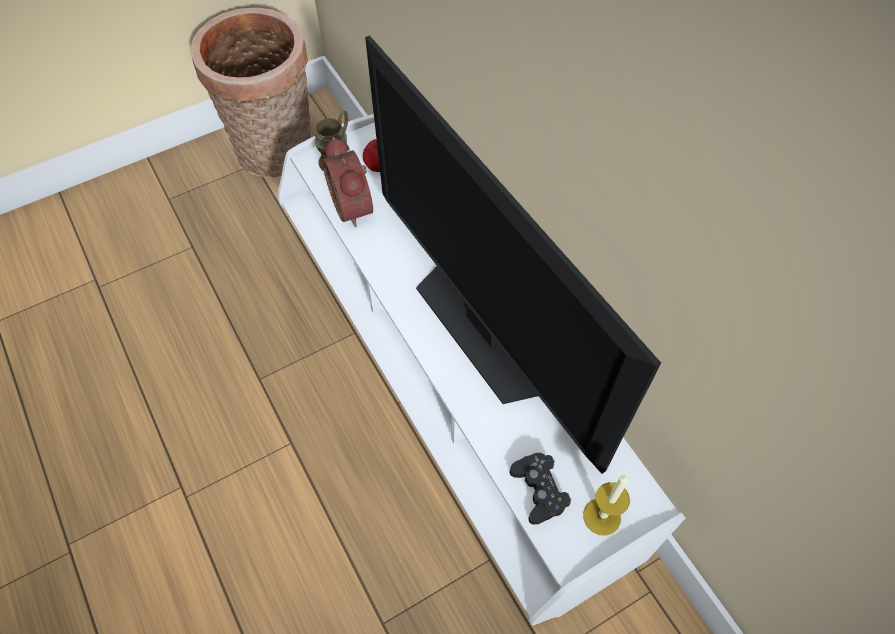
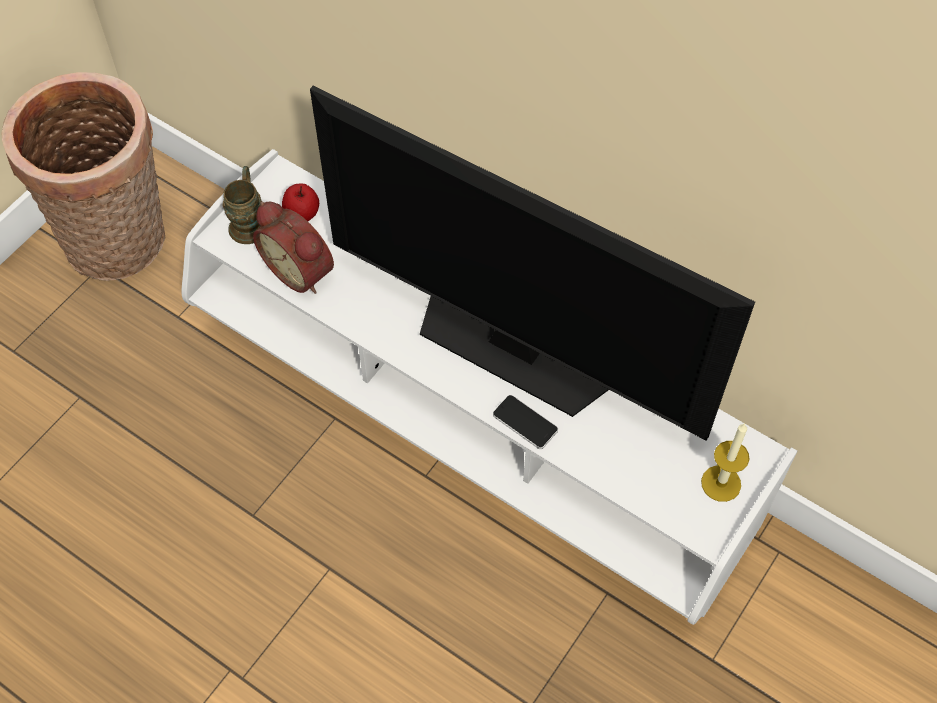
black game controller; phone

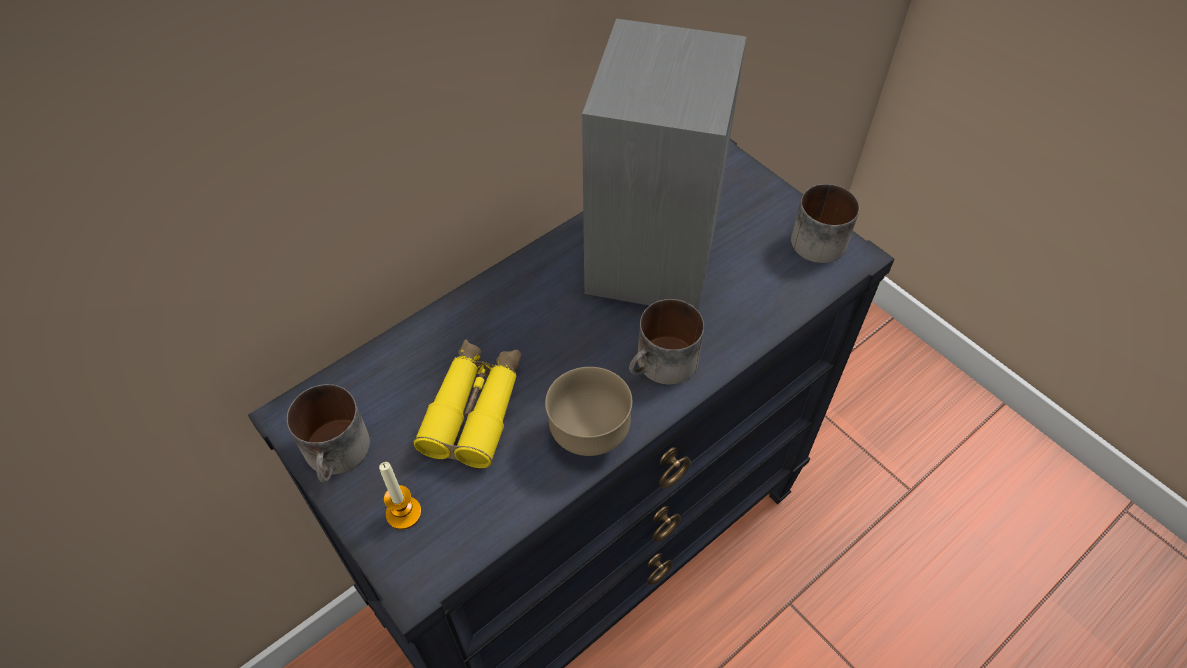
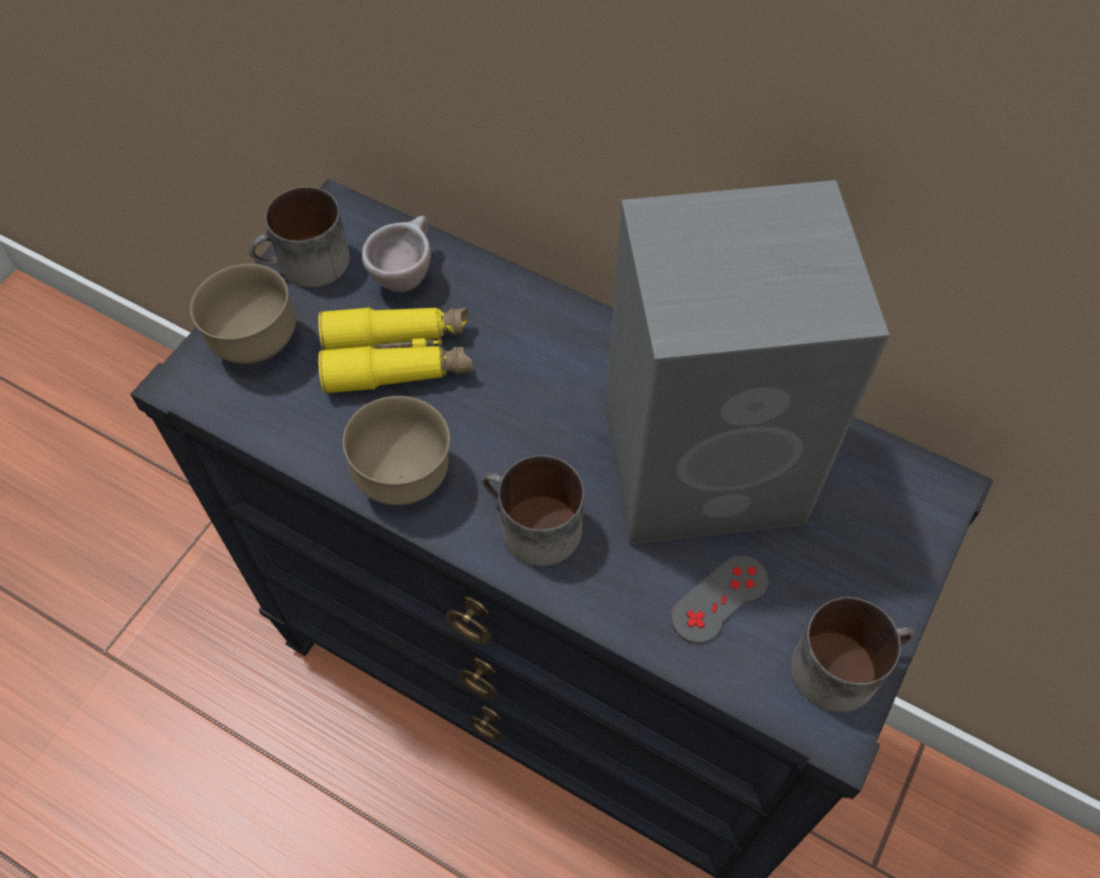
beige cup; grey game controller; brown bowl (no. 1 from left)

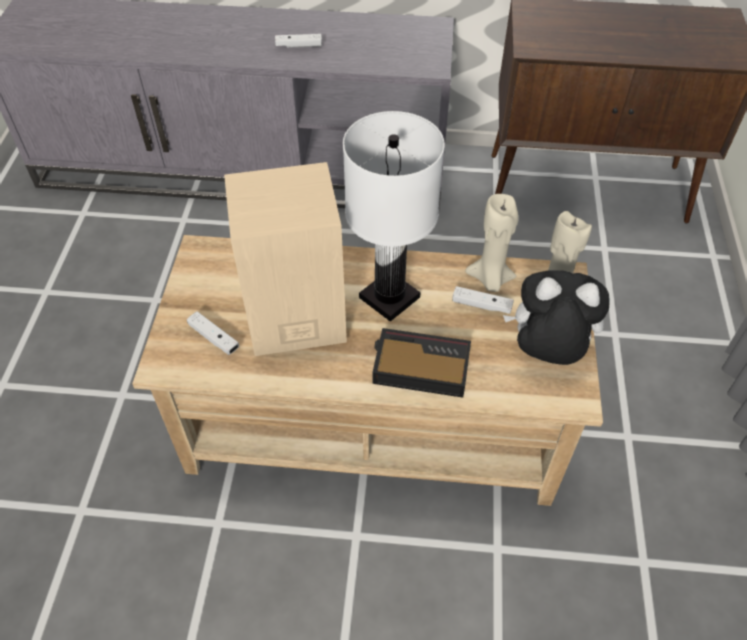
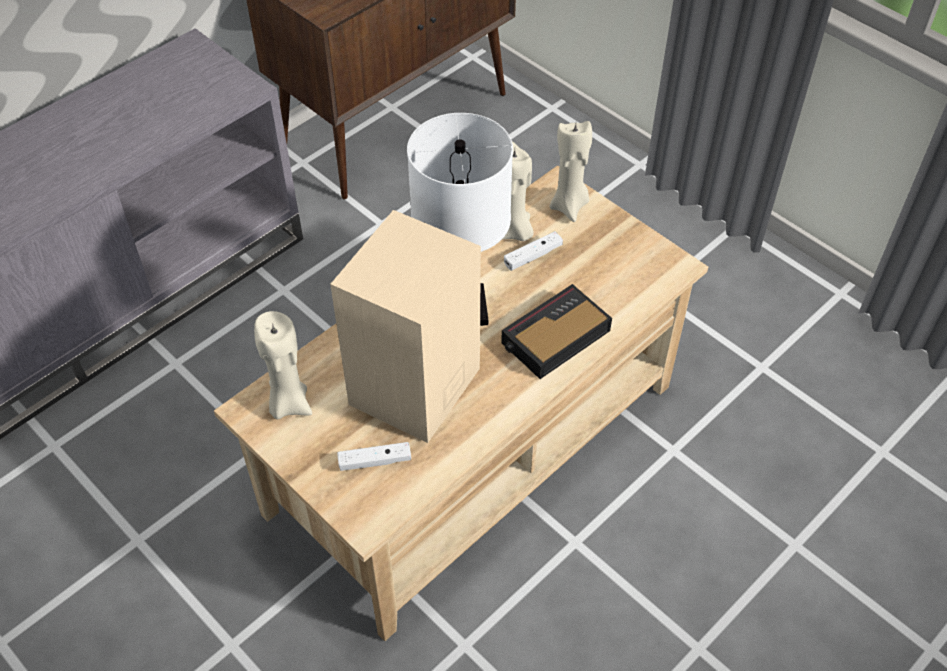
white game controller (no. 2 from left in the first image); plush toy; beige candle (no. 1 from left)

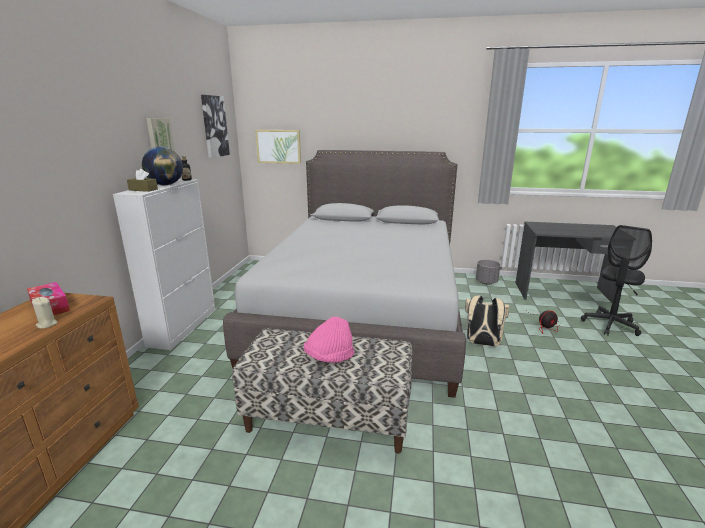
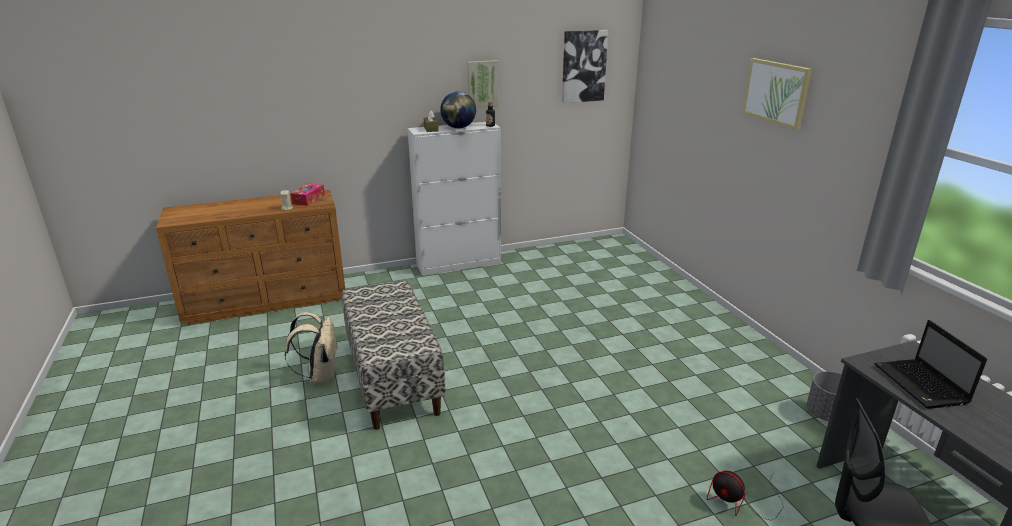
grey bed; pink hat; laptop; picture (no. 3 from left); beige backpack

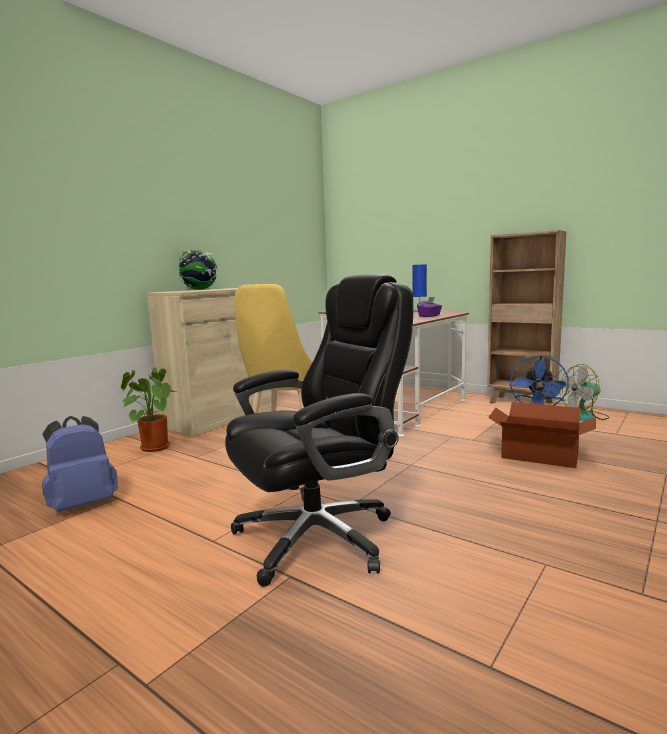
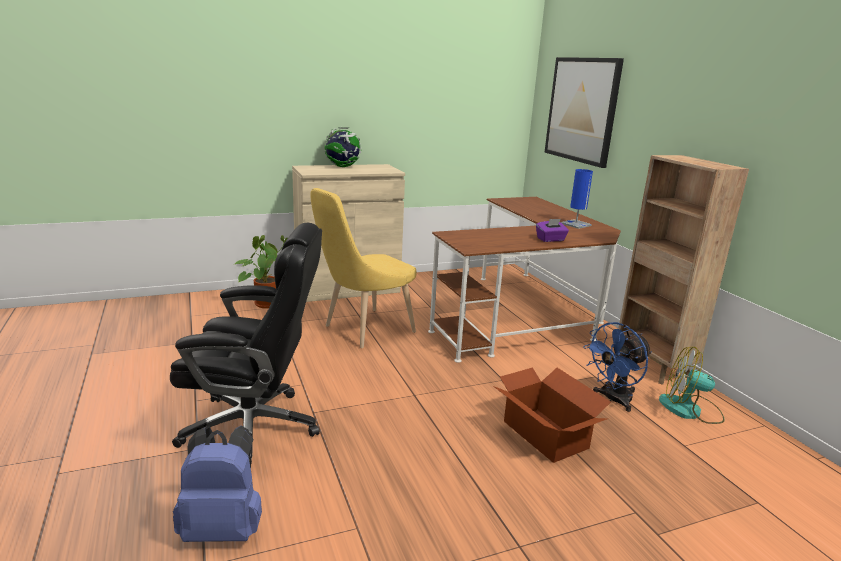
picture; blue backpack

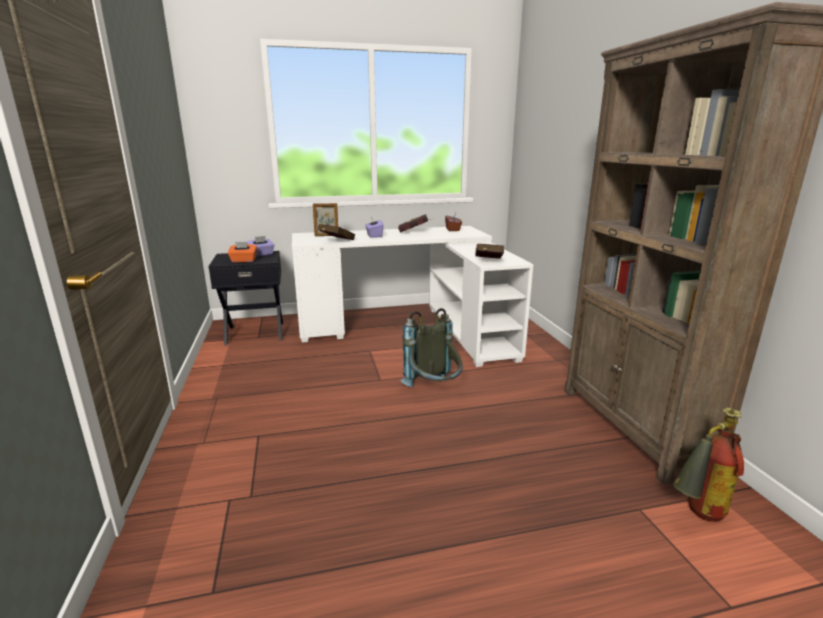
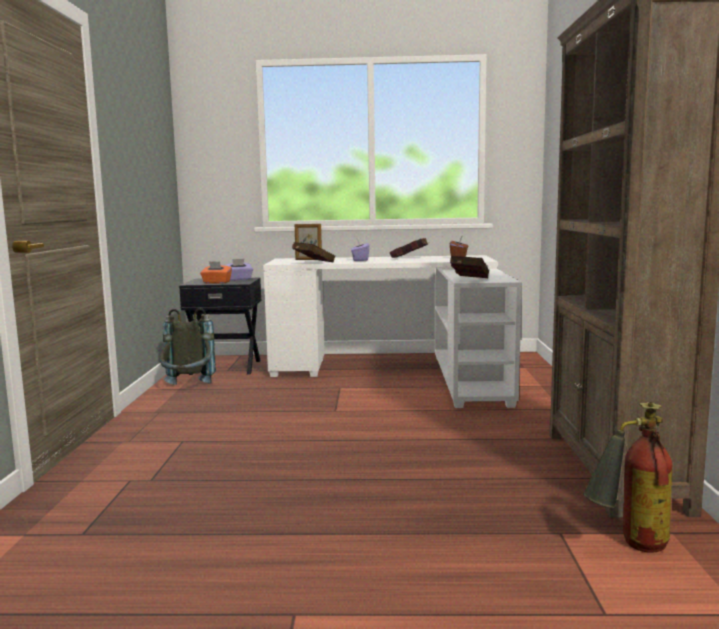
grey backpack

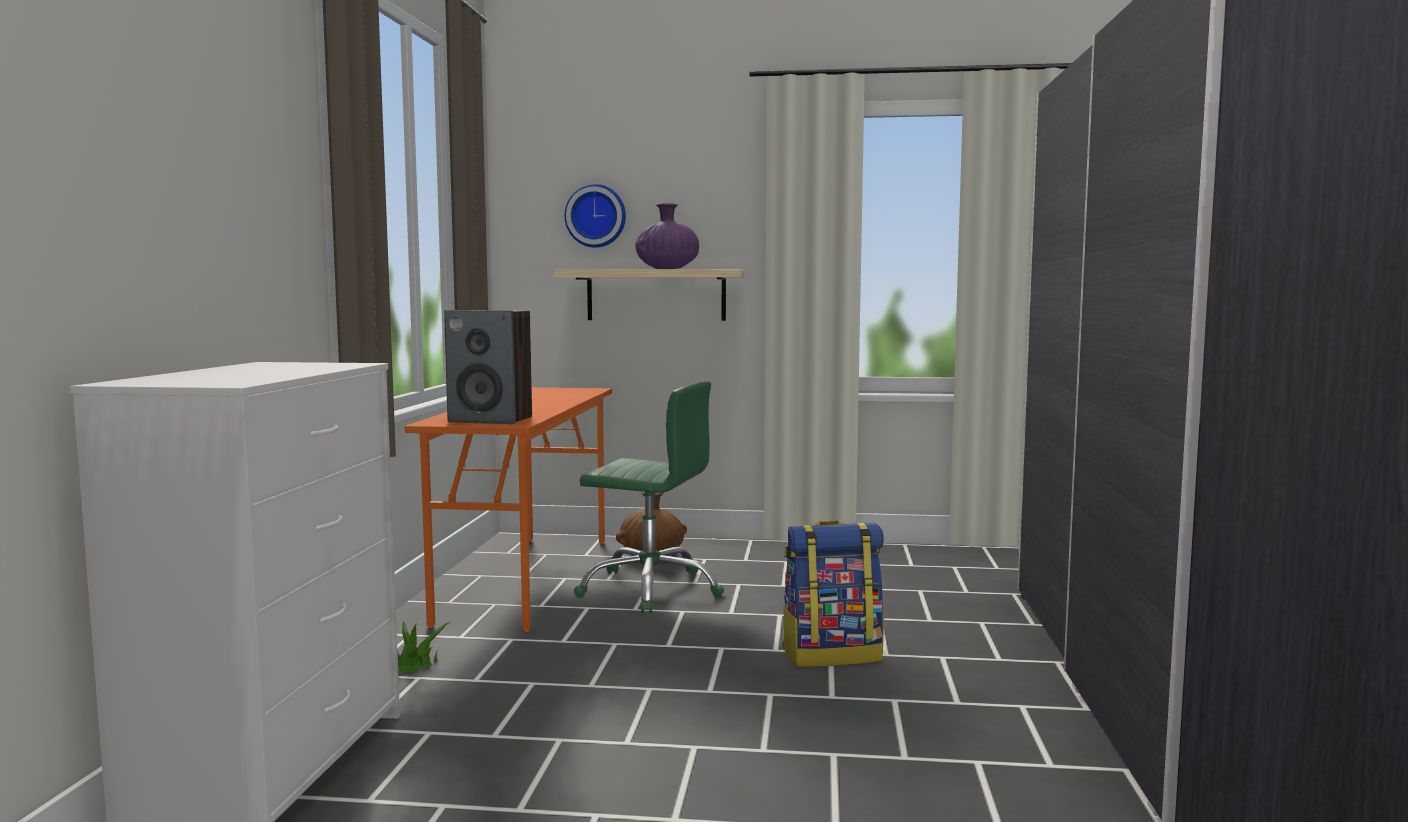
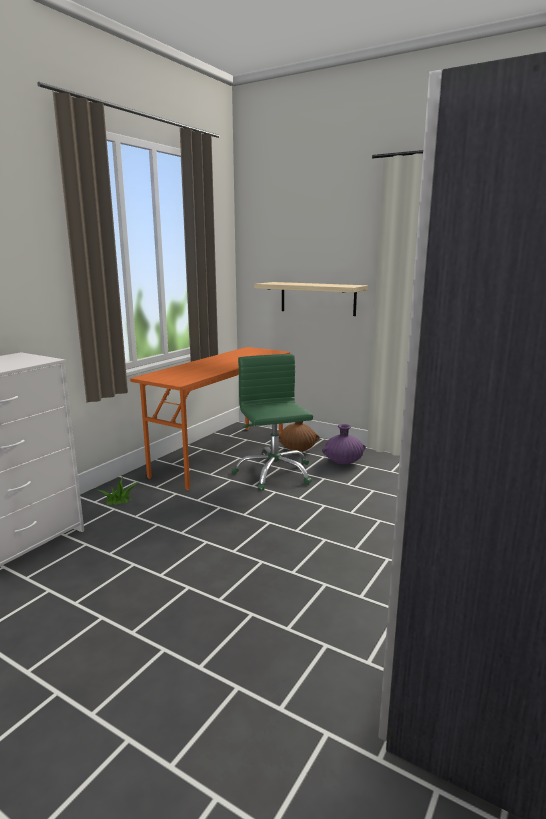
speaker; wall clock; backpack; purple vase; green office chair

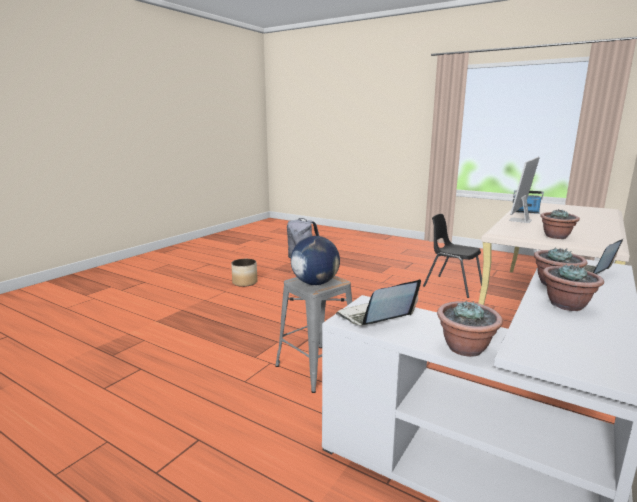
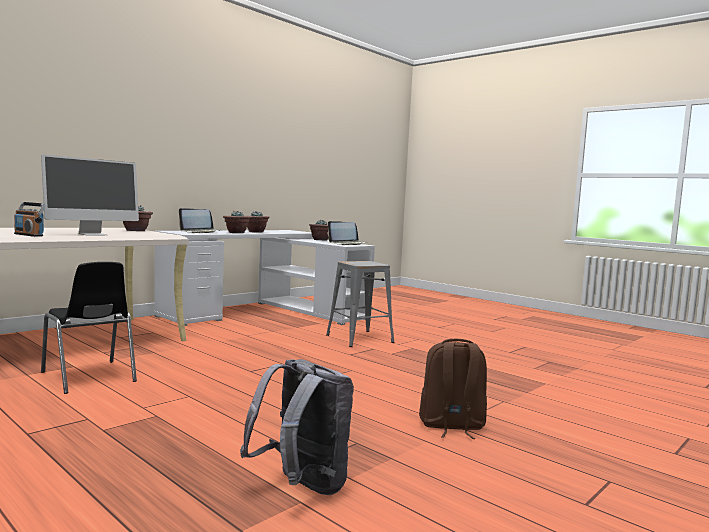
globe; brown backpack

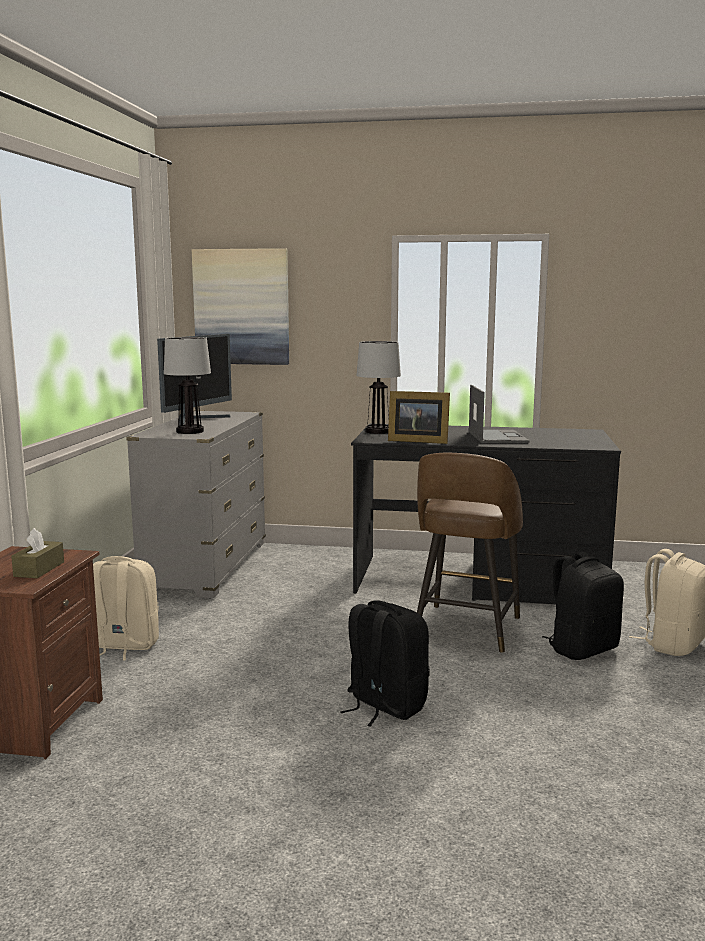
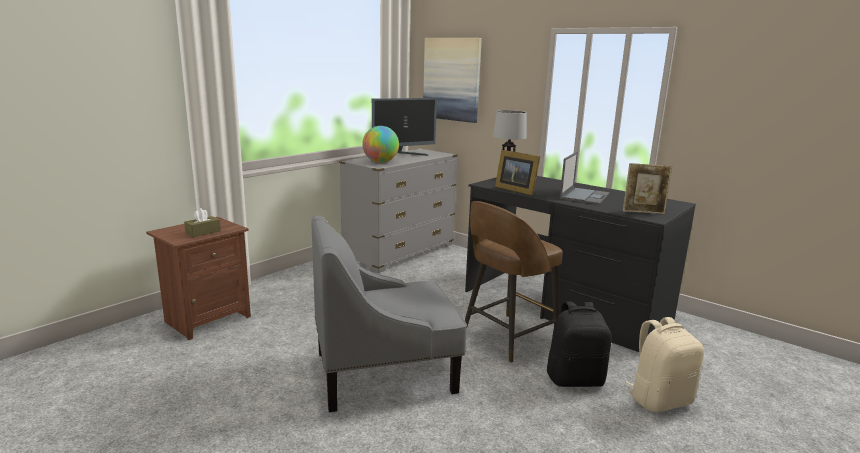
beige backpack (no. 1 from left in the first image); picture frame (no. 2 from left); globe; grey armchair

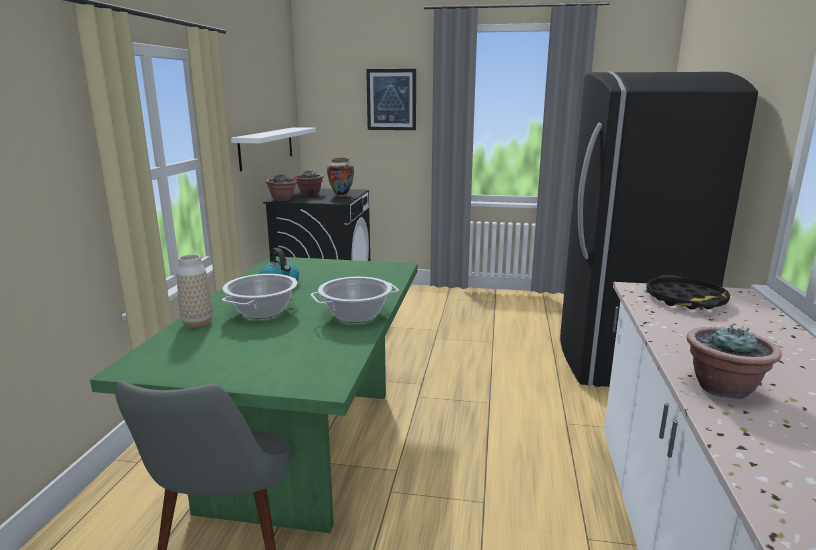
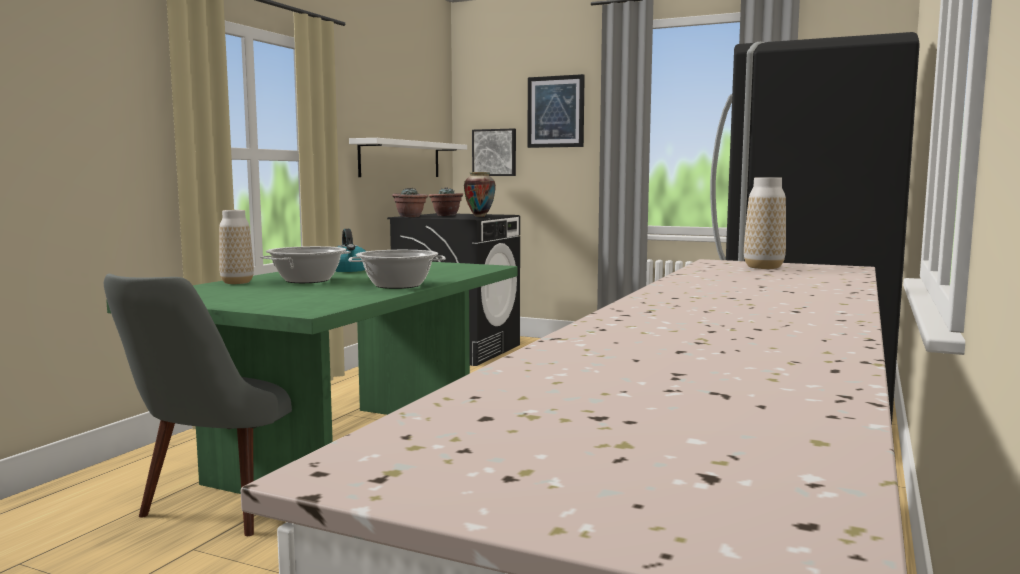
potted plant (no. 3 from left in the first image); picture (no. 1 from left); vase (no. 3 from left)

